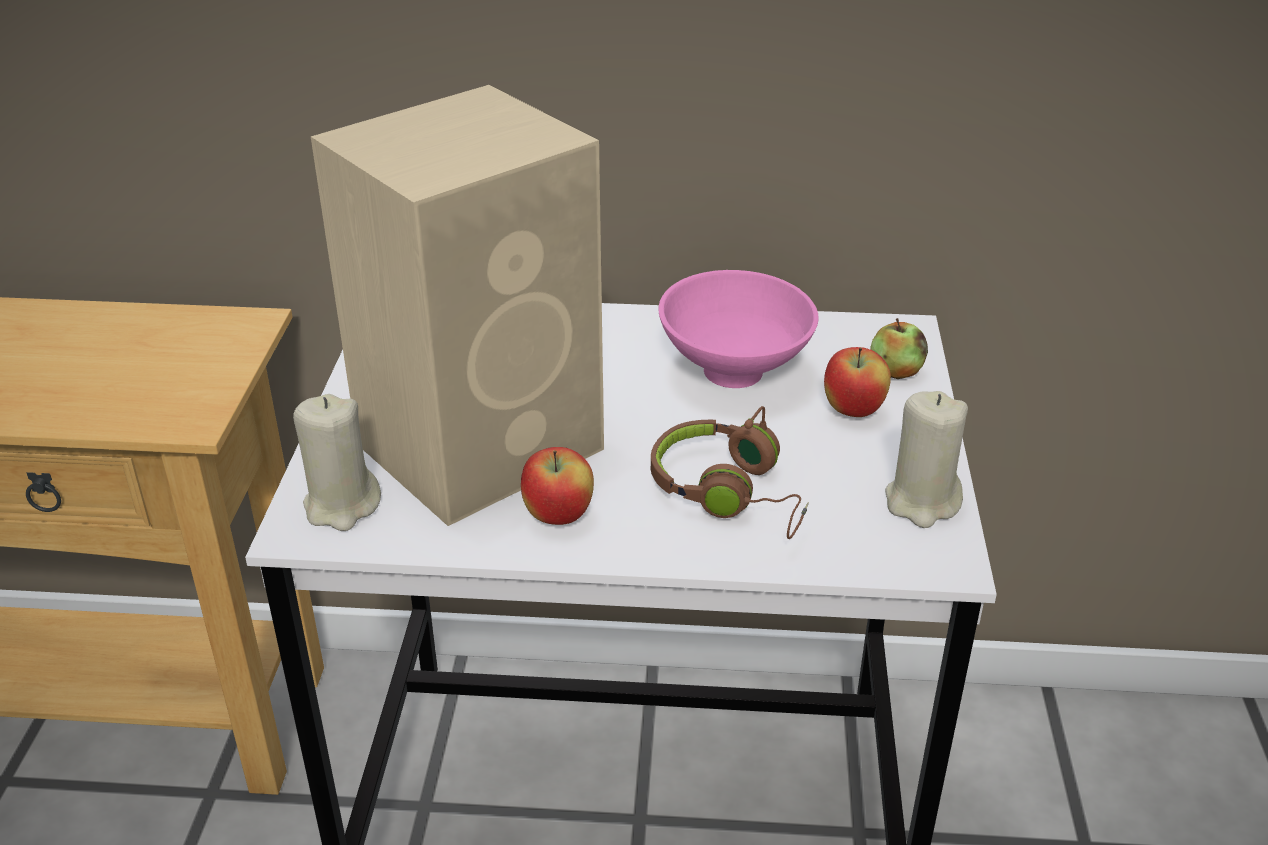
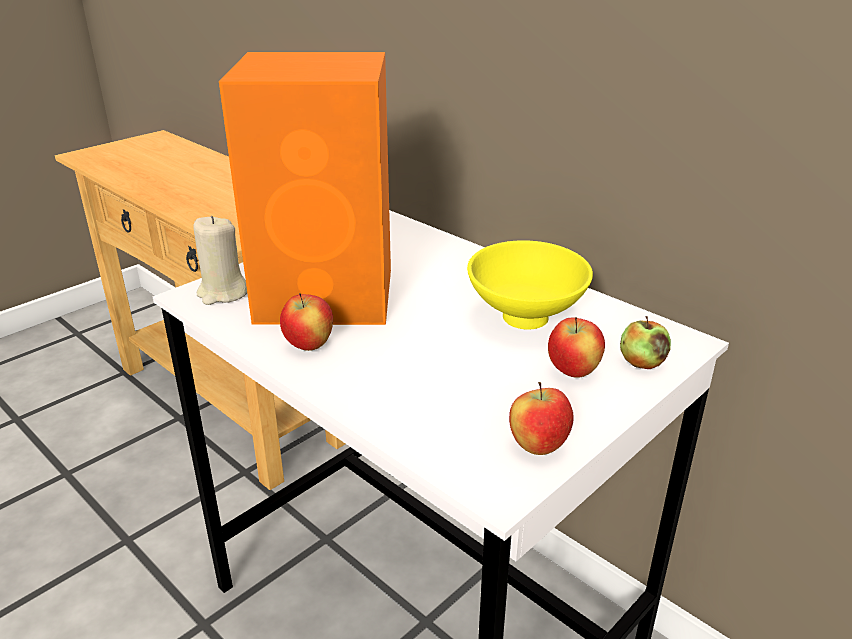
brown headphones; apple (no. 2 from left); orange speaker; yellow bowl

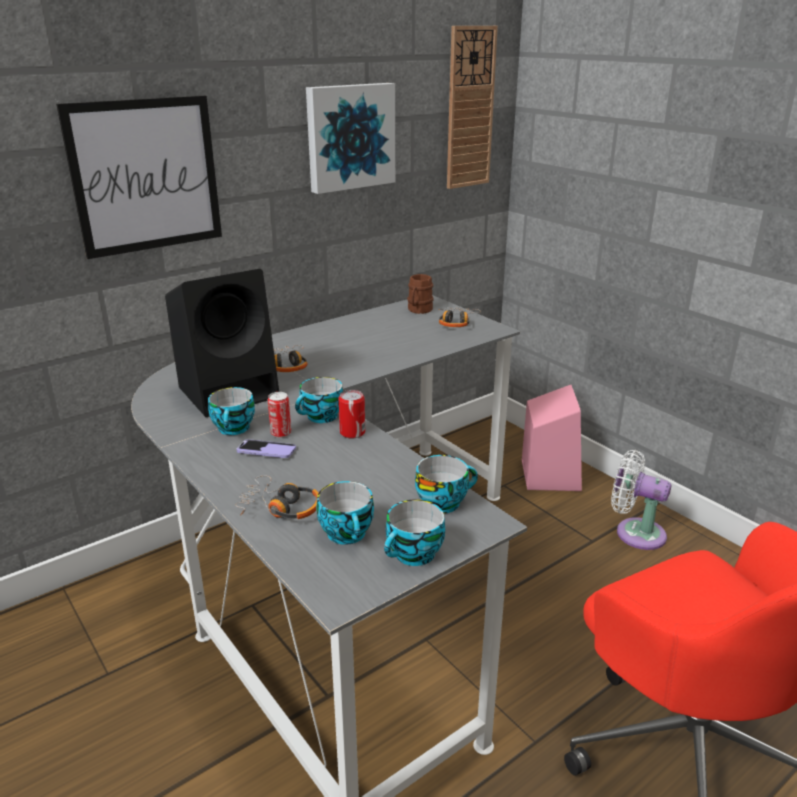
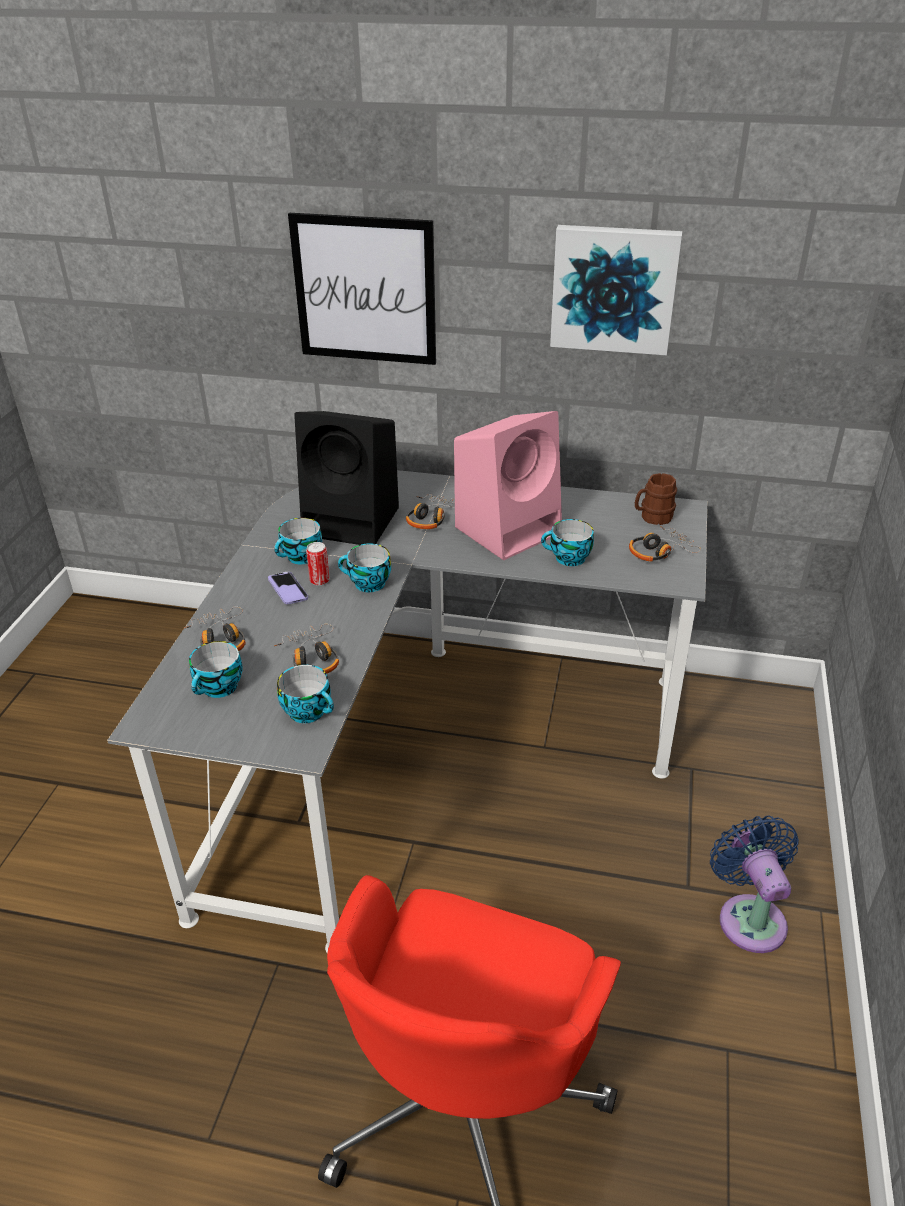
can (no. 2 from left in the first image); wall clock; headphones (no. 2 from left); cup (no. 5 from left); pink speaker; blue fan

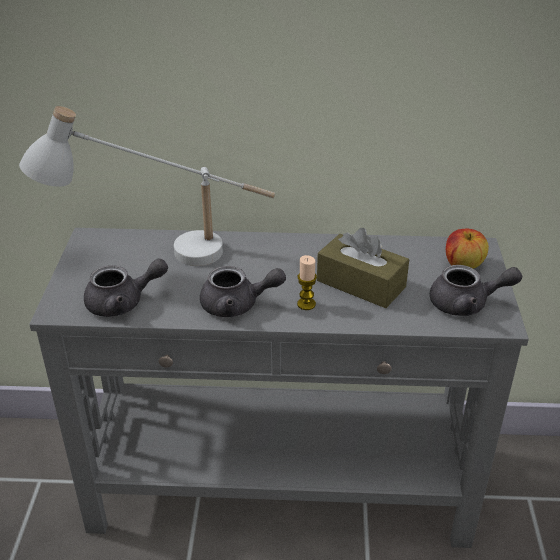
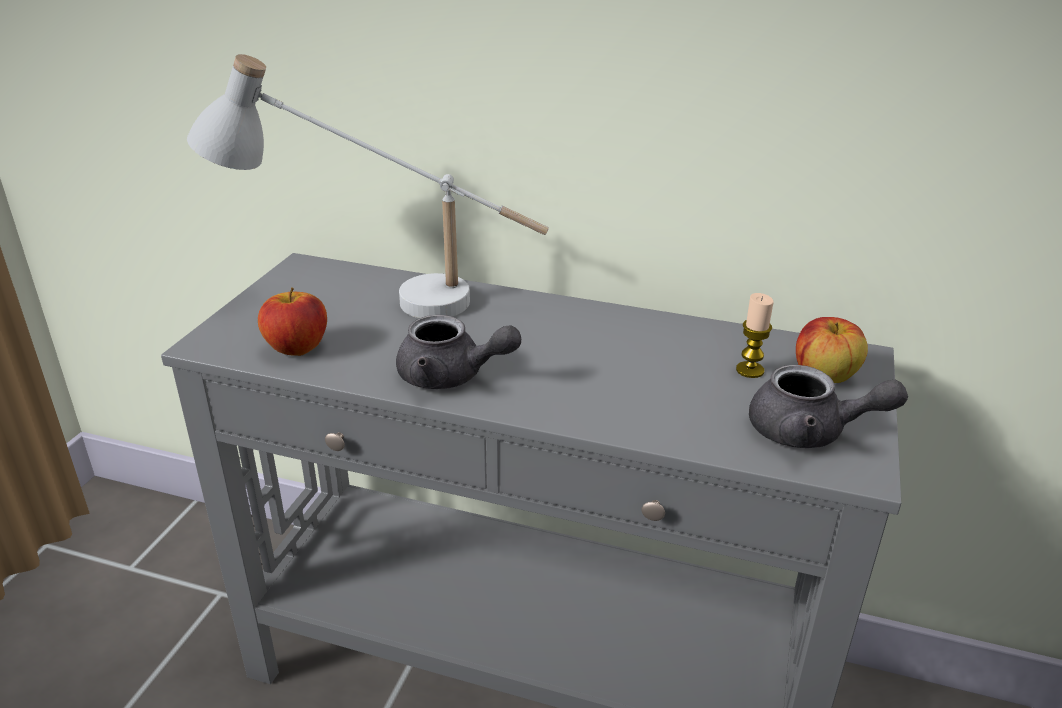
brown tissue box; candle; apple (no. 1 from left)

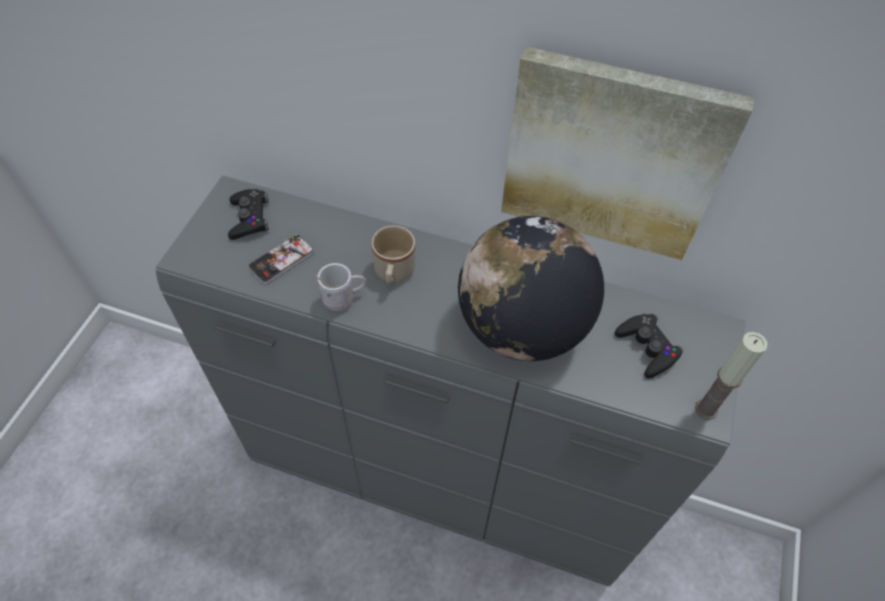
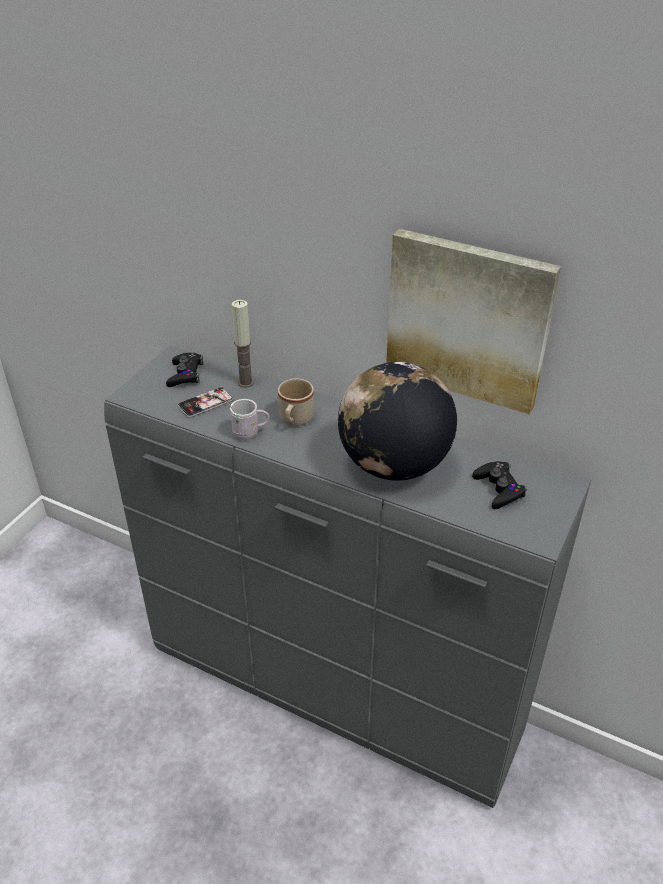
candle

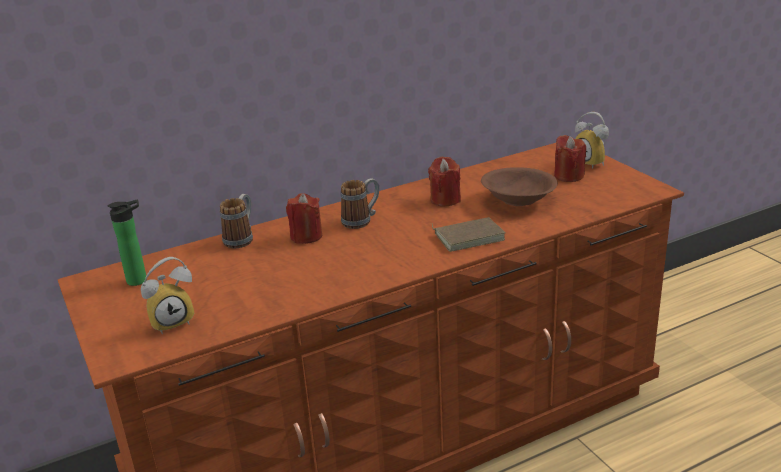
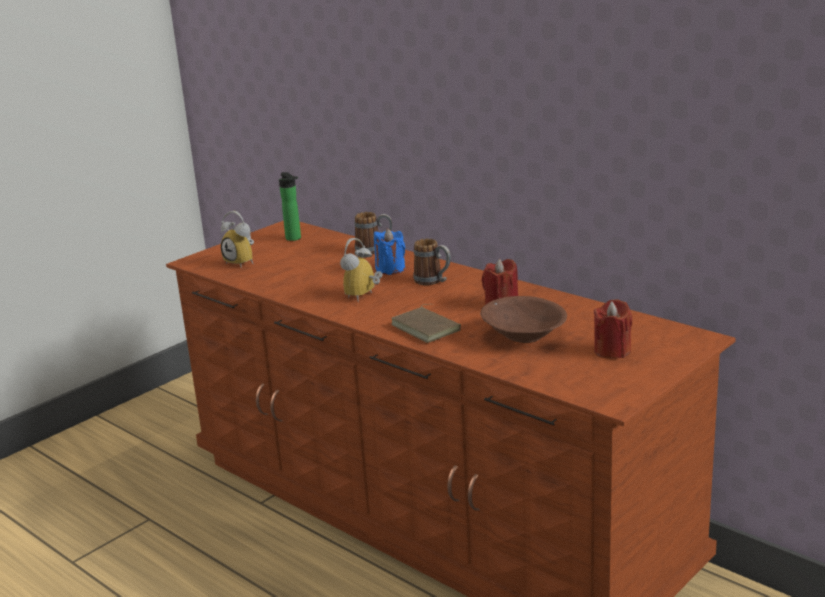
alarm clock (no. 2 from left); blue candle

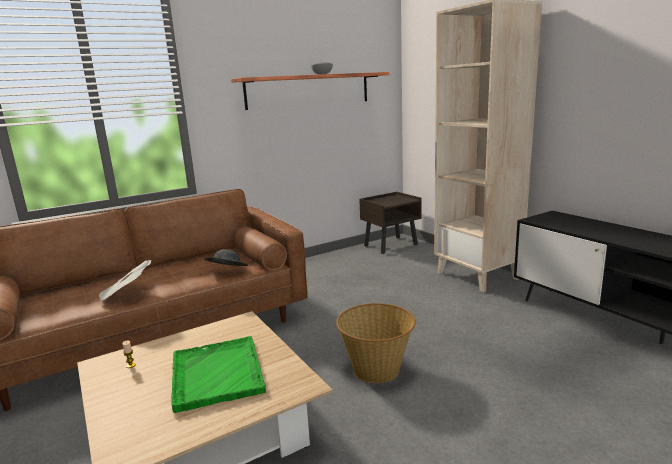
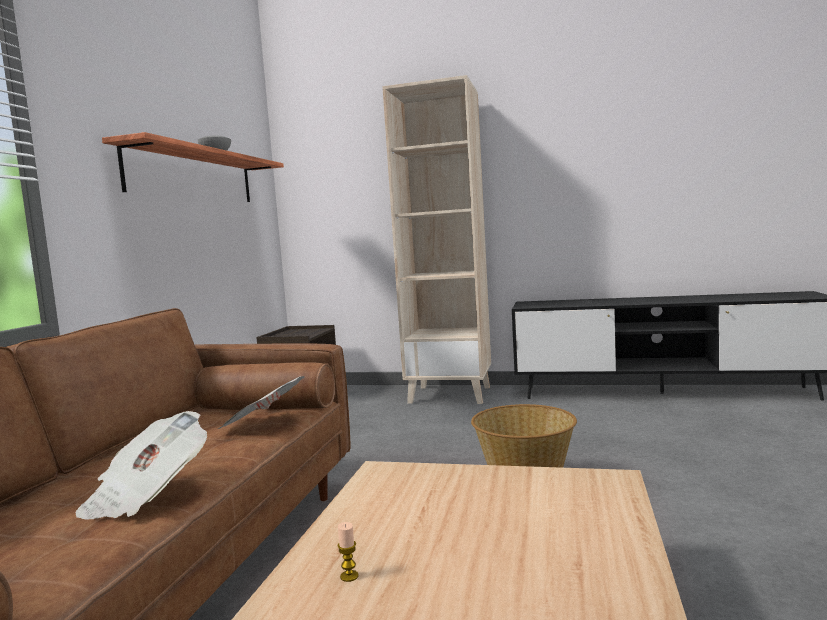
green tray; newspaper (no. 2 from left)

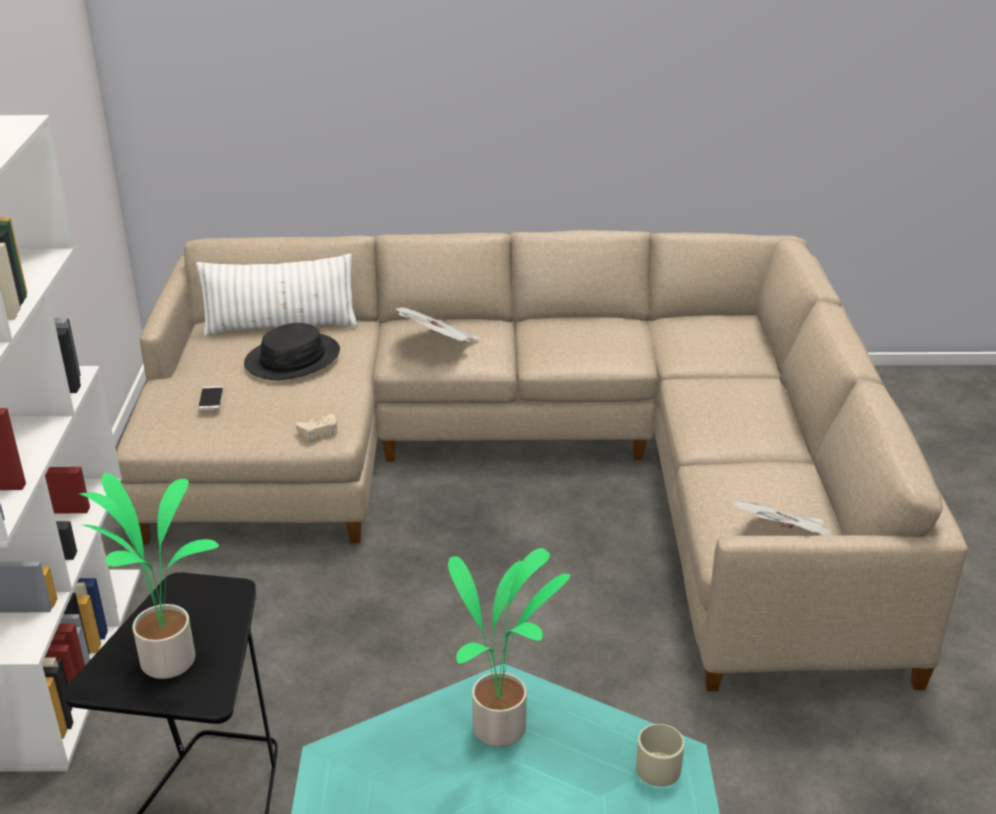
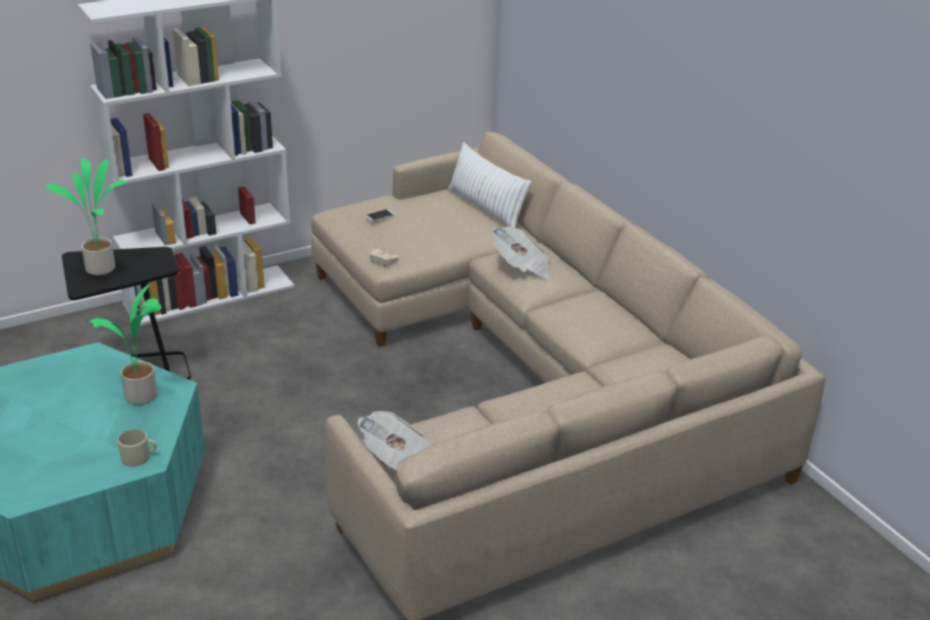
black hat

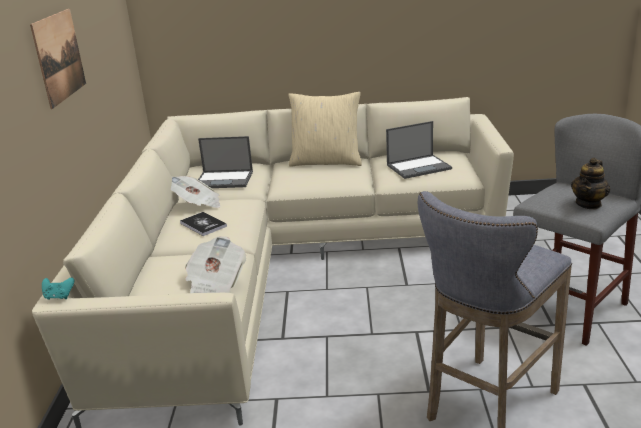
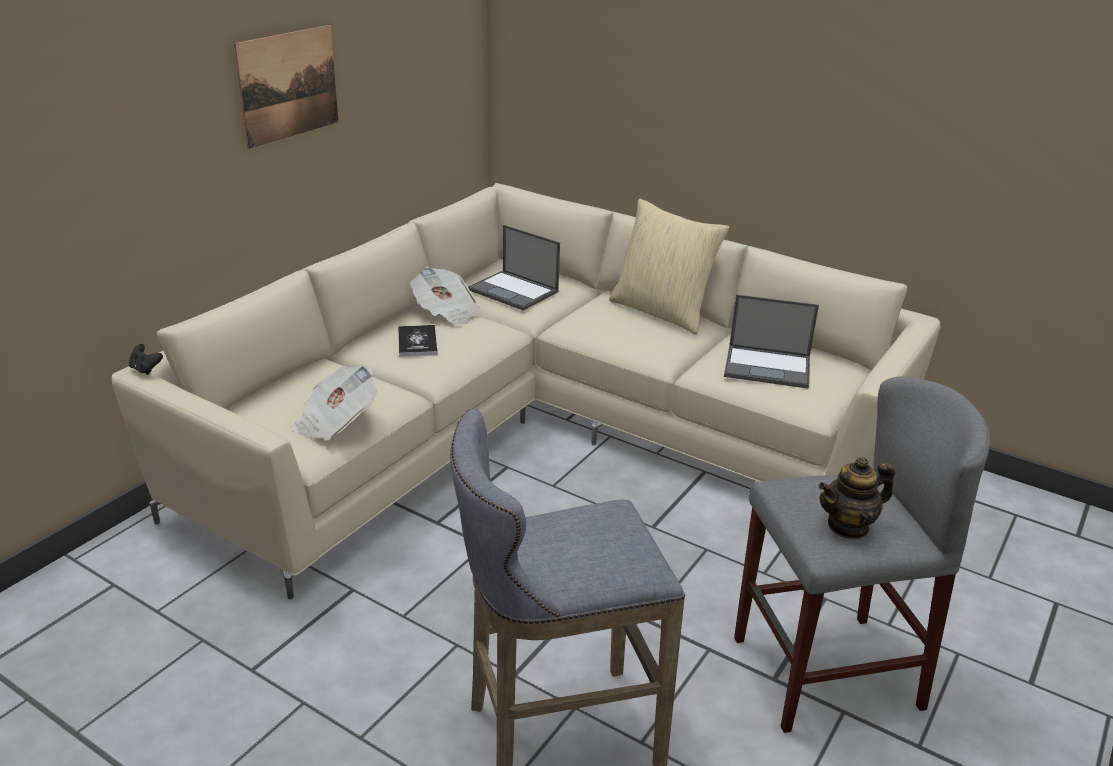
black game controller

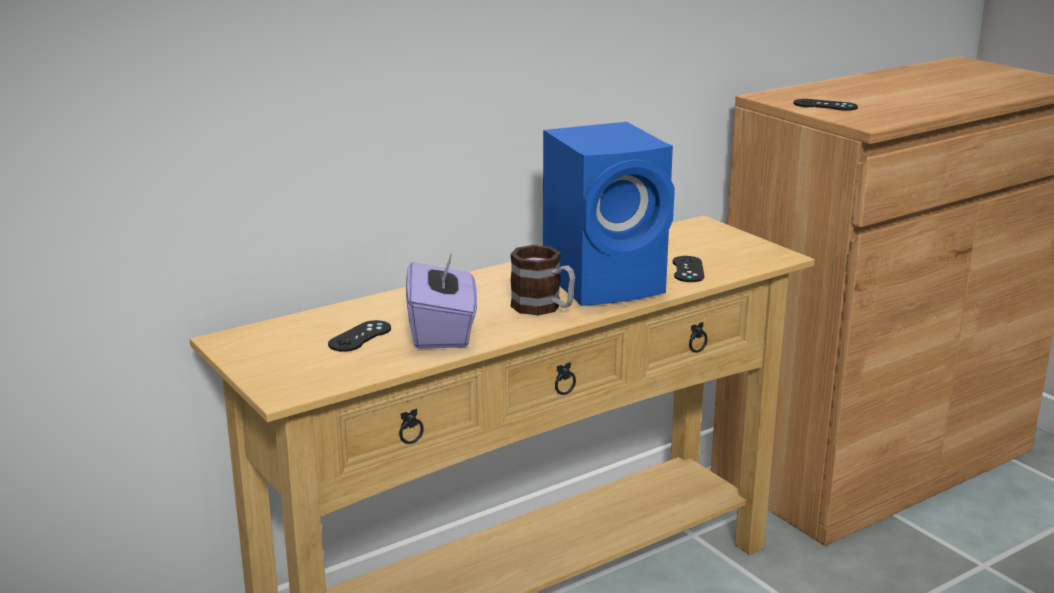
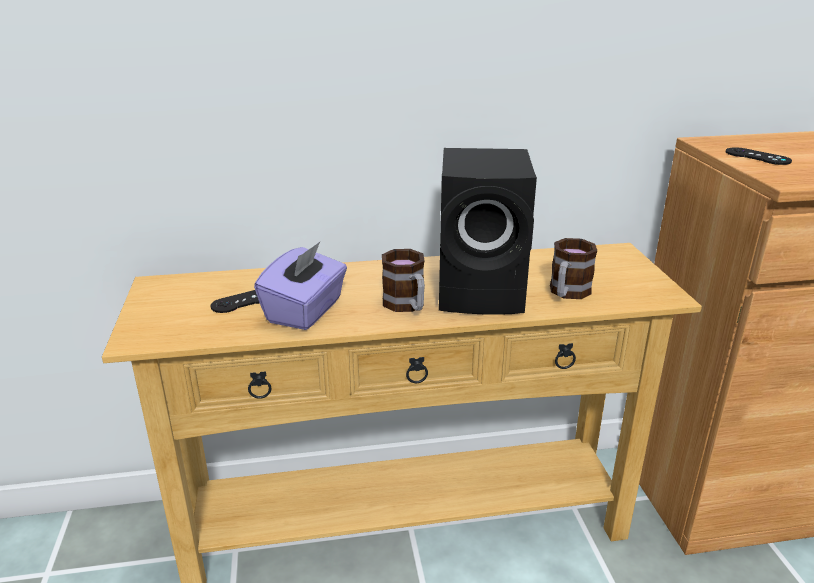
mug (no. 2 from left); black speaker

